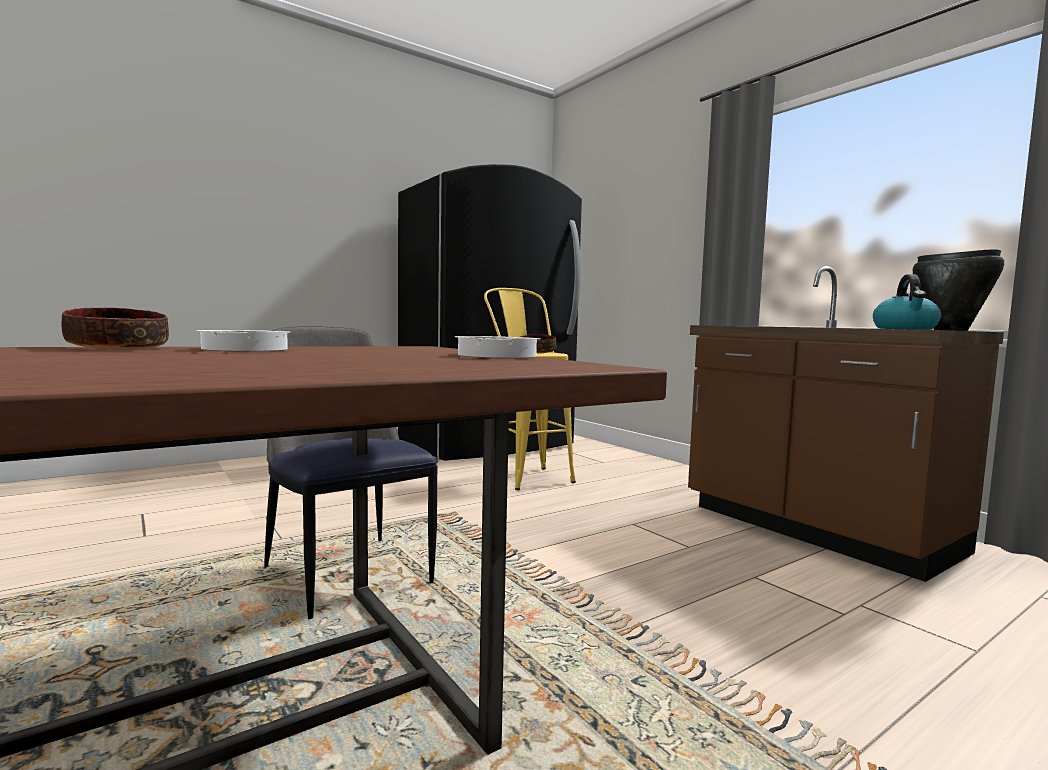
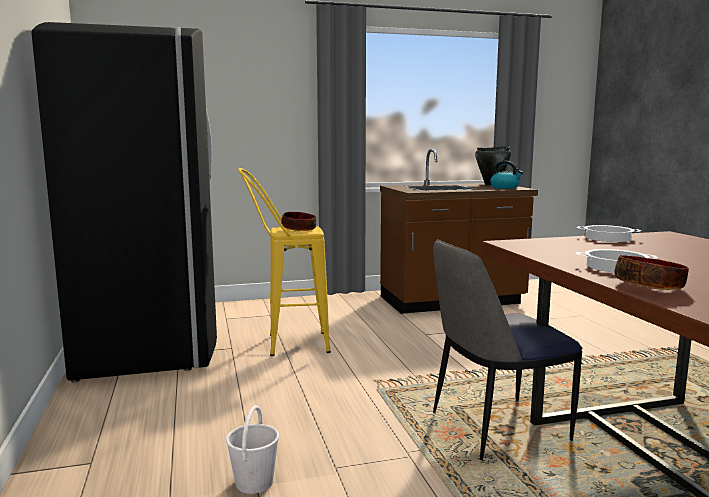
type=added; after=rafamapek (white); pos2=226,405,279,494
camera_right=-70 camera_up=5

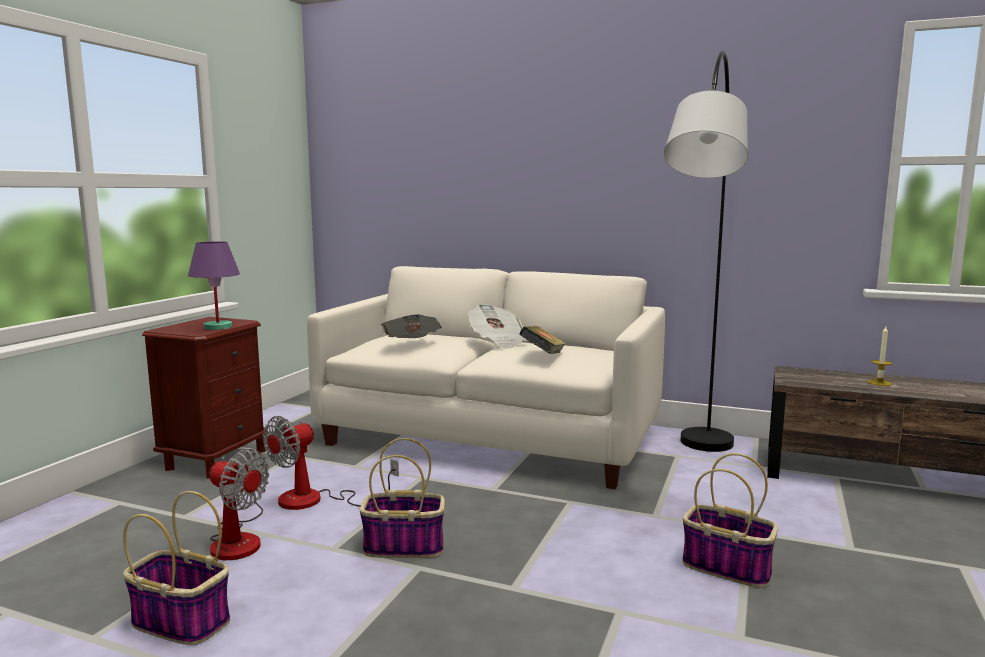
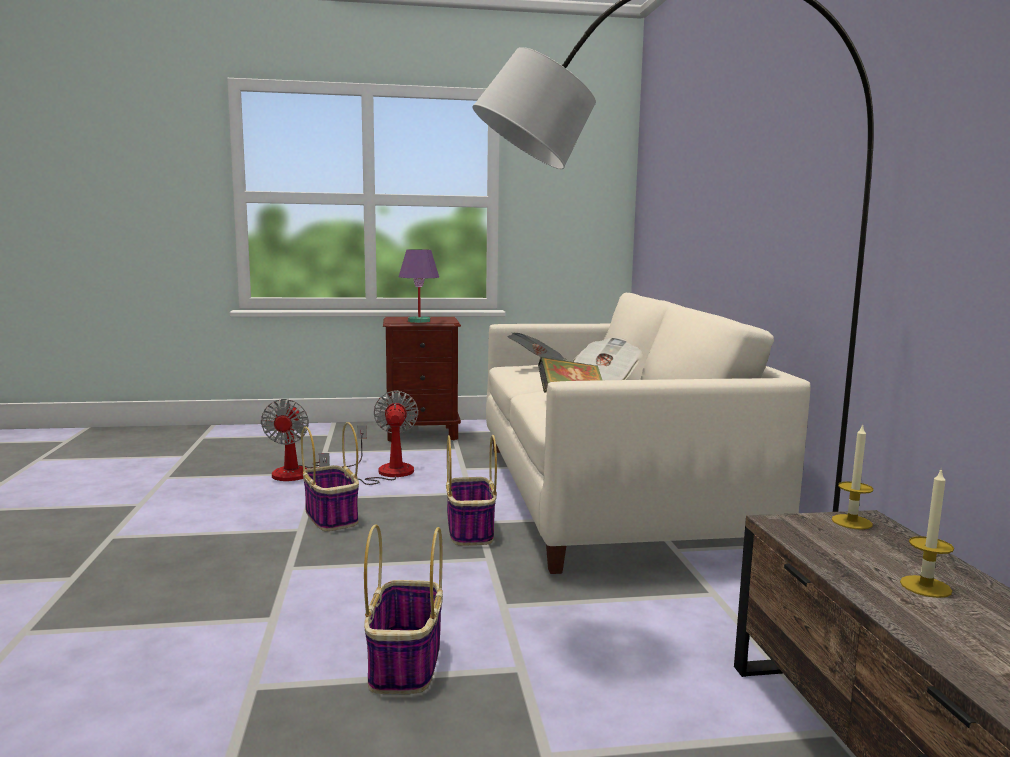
type=turned; before=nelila; pos1=263,416,399,510; pos2=319,391,419,485; turn=75
type=moved; before=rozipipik; pos1=123,491,230,645; pos2=446,435,497,546
type=added; after=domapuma; pos2=832,423,874,530
camera_right=60 camera_up=0

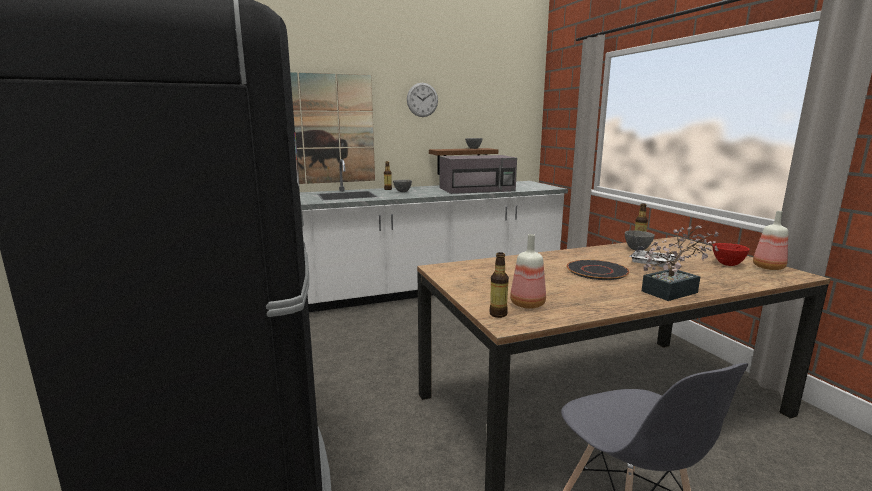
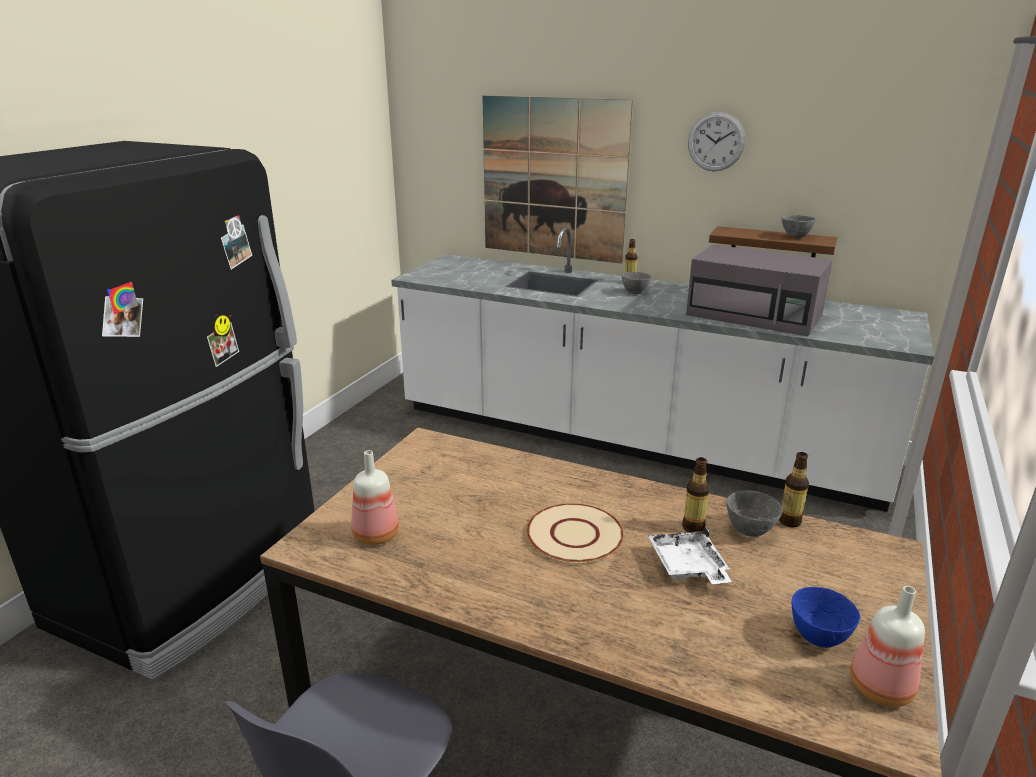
type=removed; before=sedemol; pos1=642,226,719,301
type=recoloured; before=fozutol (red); after=fozutol (blue); pos1=713,243,750,266; pos2=792,587,860,648
type=moved; before=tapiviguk; pos1=489,252,509,318; pos2=682,457,710,532
type=recoloured; before=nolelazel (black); after=nolelazel (beige); pos1=567,260,629,280; pos2=526,503,624,563
camera_right=45 camera_up=10

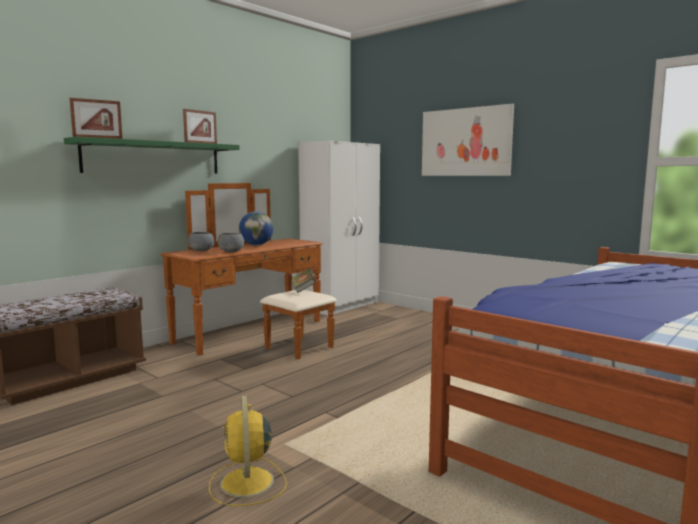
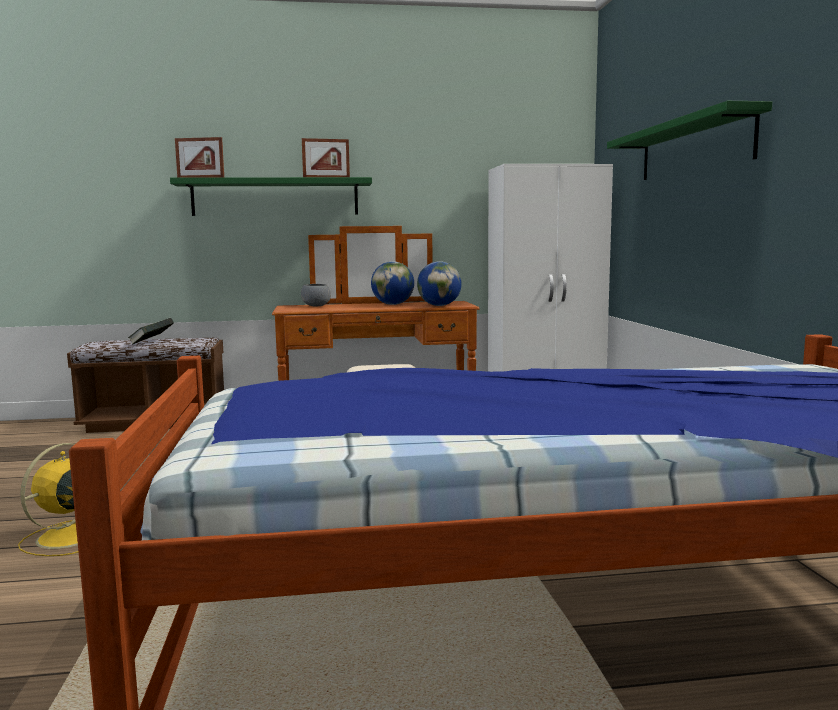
type=replaced; before=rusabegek; after=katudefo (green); pos1=422,104,514,176; pos2=607,101,772,180
type=removed; before=fozutol (grey); pos1=218,233,244,252
type=moved; before=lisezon; pos1=292,268,316,293; pos2=128,318,174,345
type=added; after=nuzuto; pos2=417,261,462,306
camera_right=40 camera_up=0

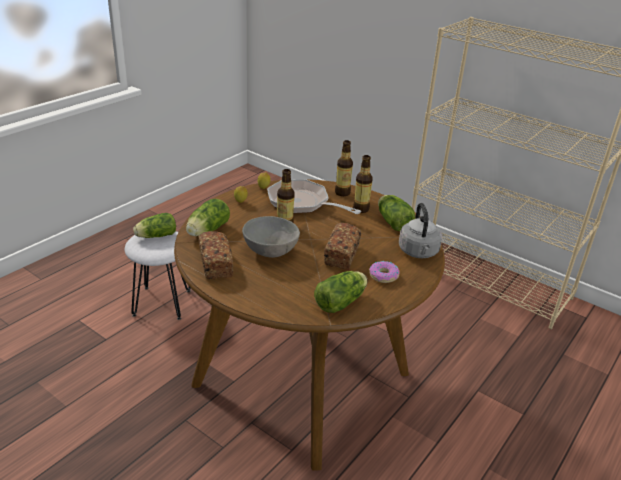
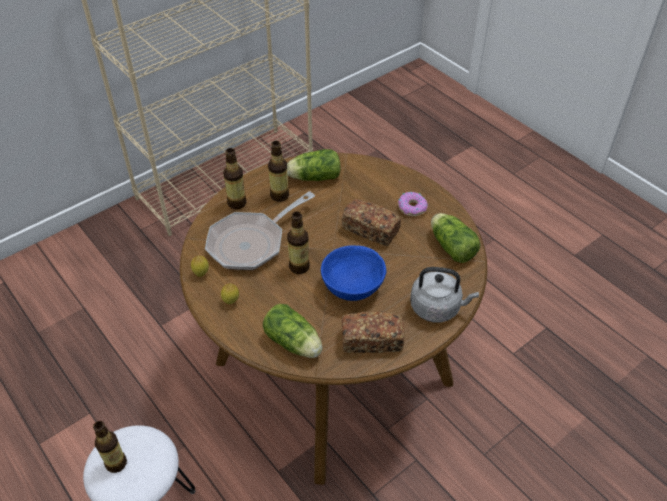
type=moved; before=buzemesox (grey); pos1=399,203,442,258; pos2=410,267,479,323
type=replaced; before=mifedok; after=tapiviguk; pos1=133,213,176,238; pos2=93,421,127,473
type=recoloured; before=fozutol (grey); after=fozutol (blue); pos1=242,216,300,258; pos2=321,245,387,301
camera_right=-75 camera_up=15

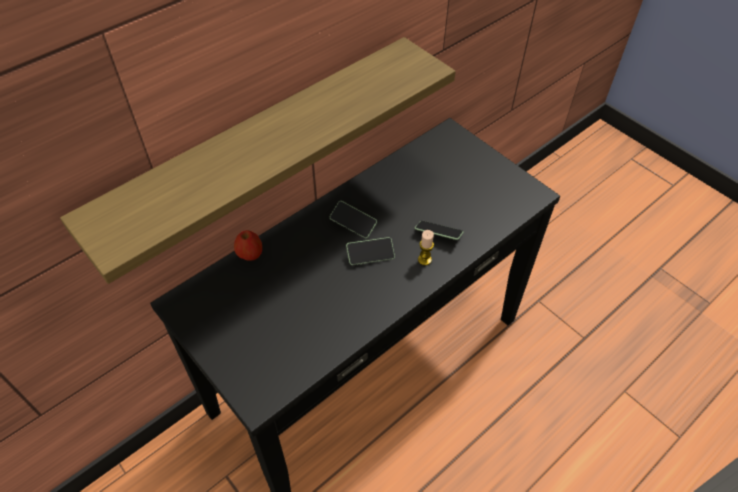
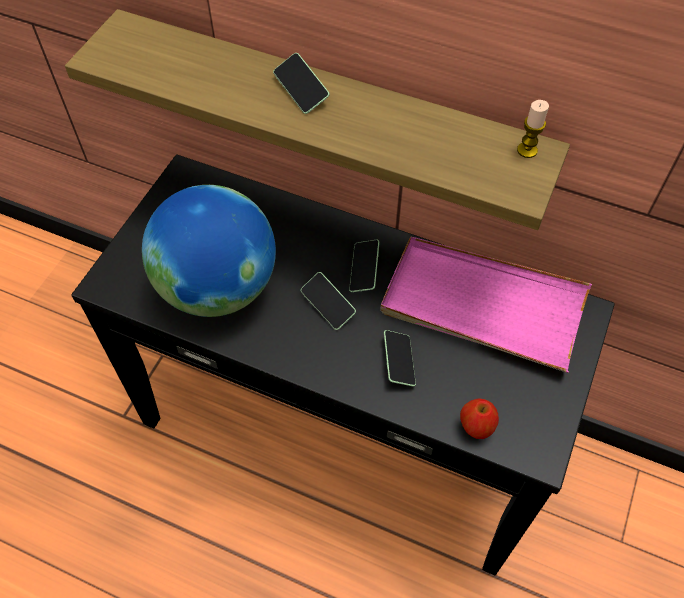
type=moved; before=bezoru; pos1=234,230,262,261; pos2=460,399,499,439
type=moved; before=domapuma; pos1=418,230,434,265; pos2=517,100,549,158
type=added; after=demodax; pos2=273,53,329,114
type=added; after=nuzuto; pos2=142,185,276,317
type=added; after=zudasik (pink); pos2=380,237,592,373
camera_right=65 camera_up=5

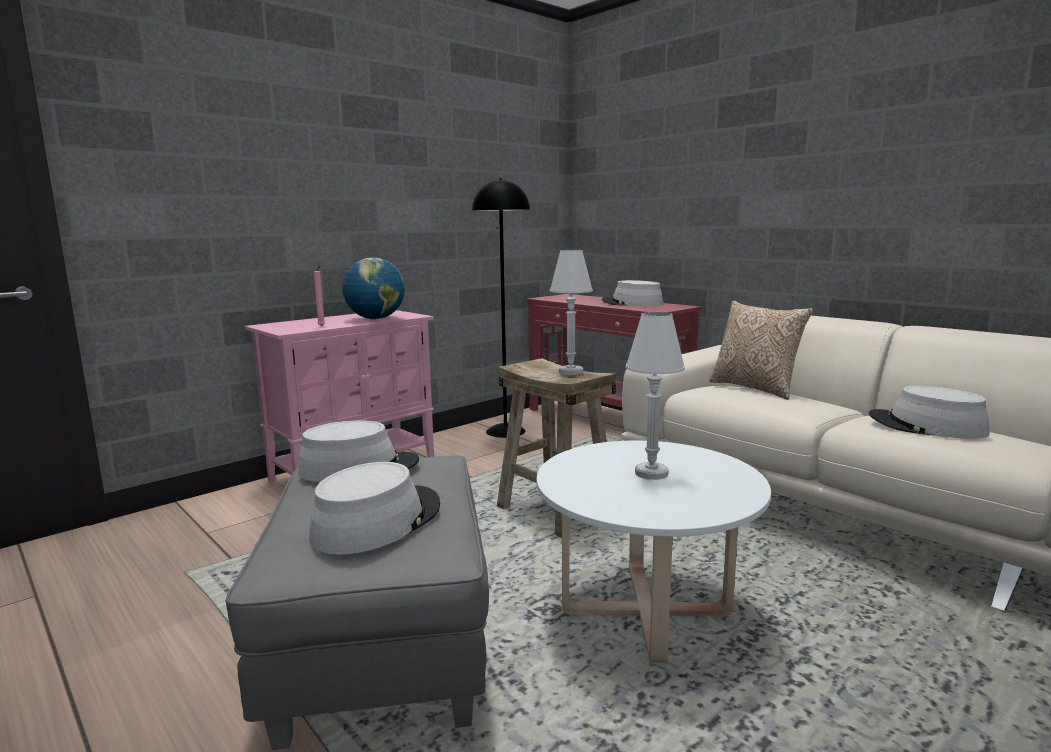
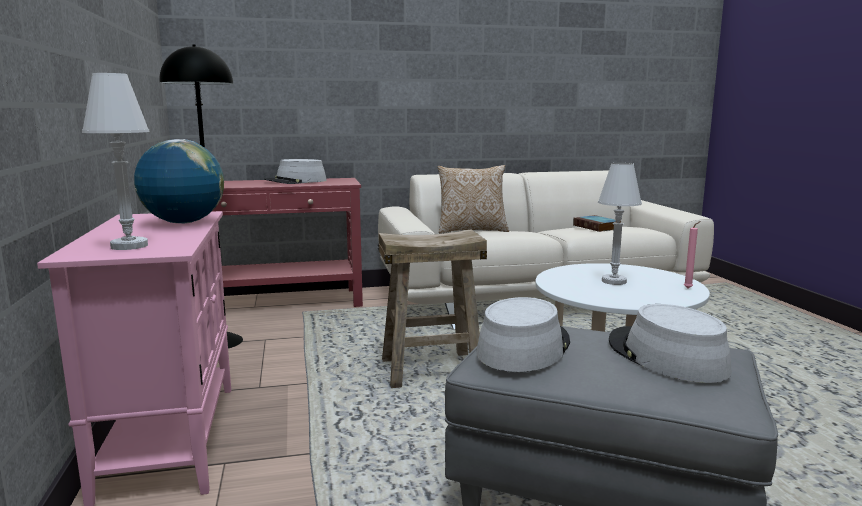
type=moved; before=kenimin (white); pos1=550,250,593,375; pos2=82,73,150,250
type=moved; before=domapuma (pink); pos1=314,265,325,326; pos2=684,221,701,288
type=replaced; before=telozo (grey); after=lisezon; pos1=869,386,989,439; pos2=573,215,621,232
camera_right=-60 camera_up=0

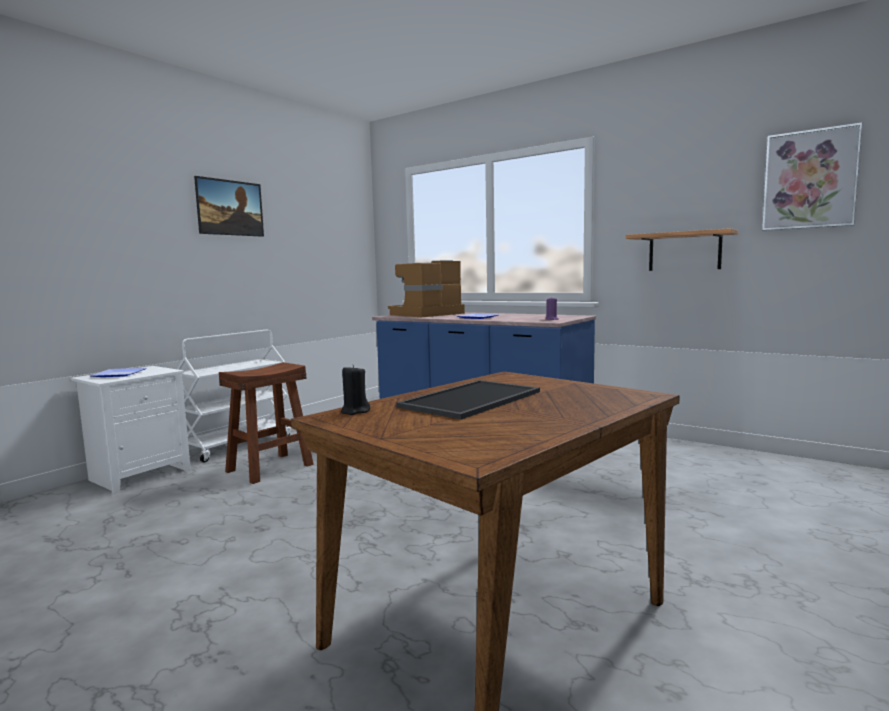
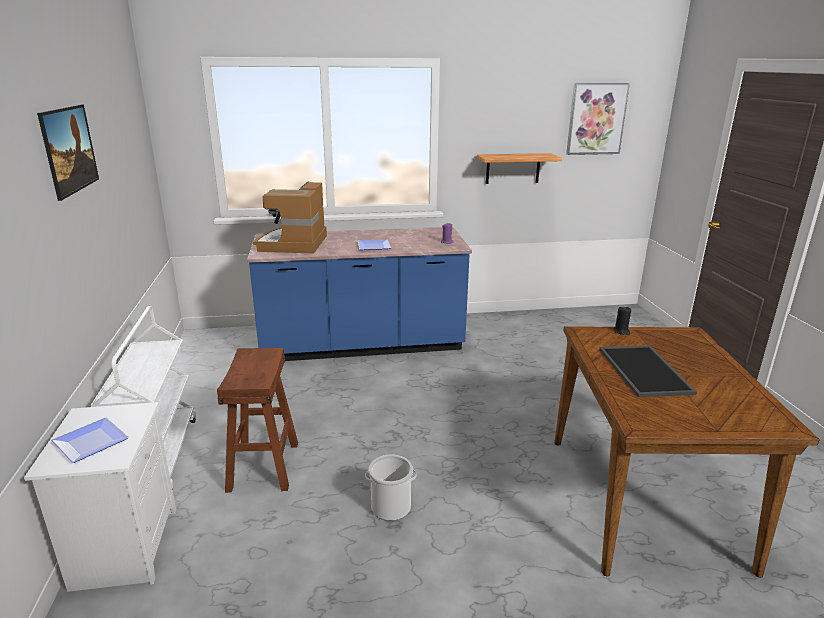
type=moved; before=domapuma (black); pos1=341,365,370,415; pos2=613,306,631,335
type=added; after=rafamapek; pos2=365,454,416,521
camera_right=-45 camera_up=15

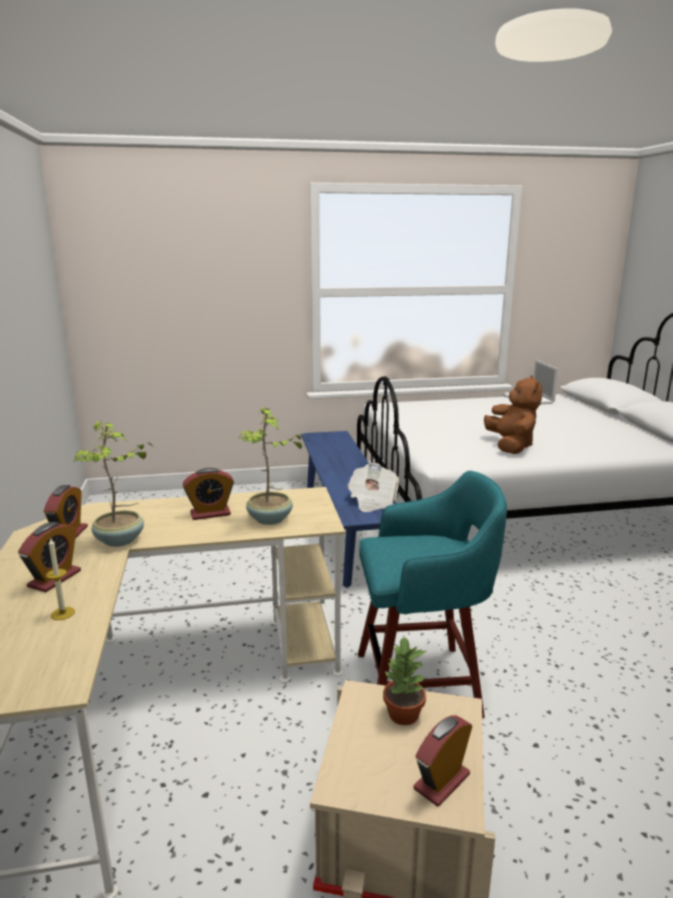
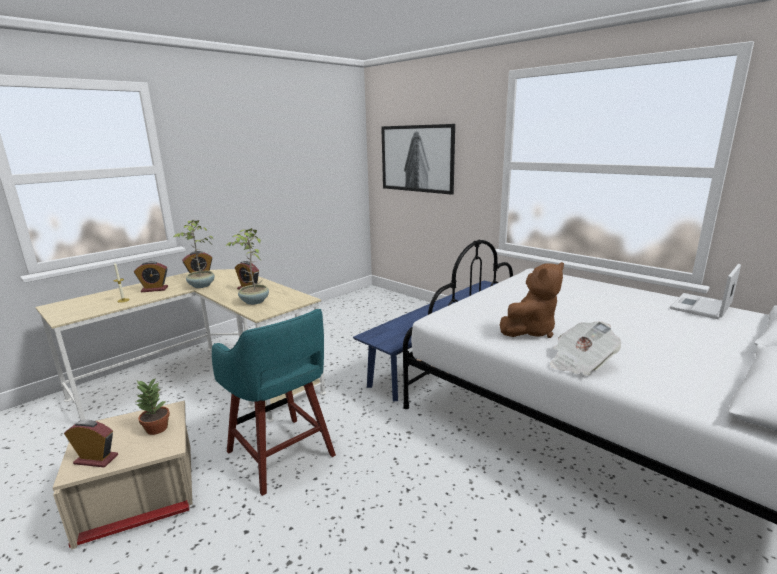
type=moved; before=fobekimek; pos1=348,463,400,512; pos2=550,321,621,375
type=added; after=rusabegek; pos2=381,124,455,195
camera_right=55 camera_up=0

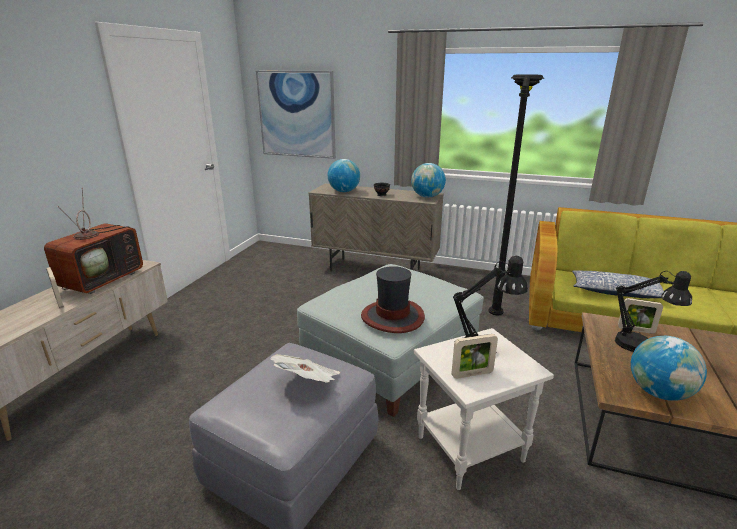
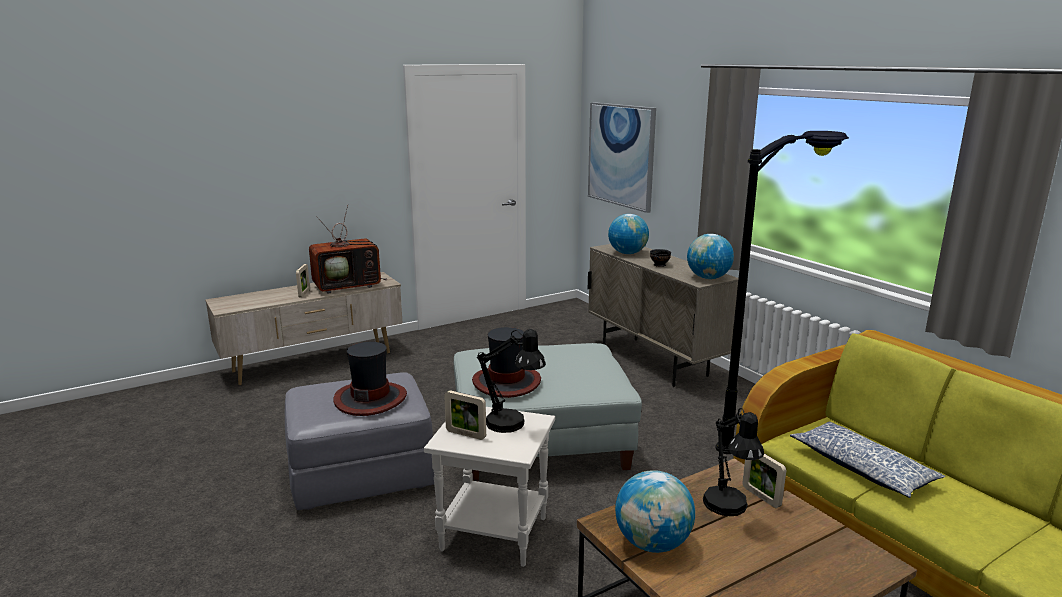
type=replaced; before=fobekimek; after=telozo; pos1=270,354,340,383; pos2=333,342,407,416
camera_right=40 camera_up=-5

